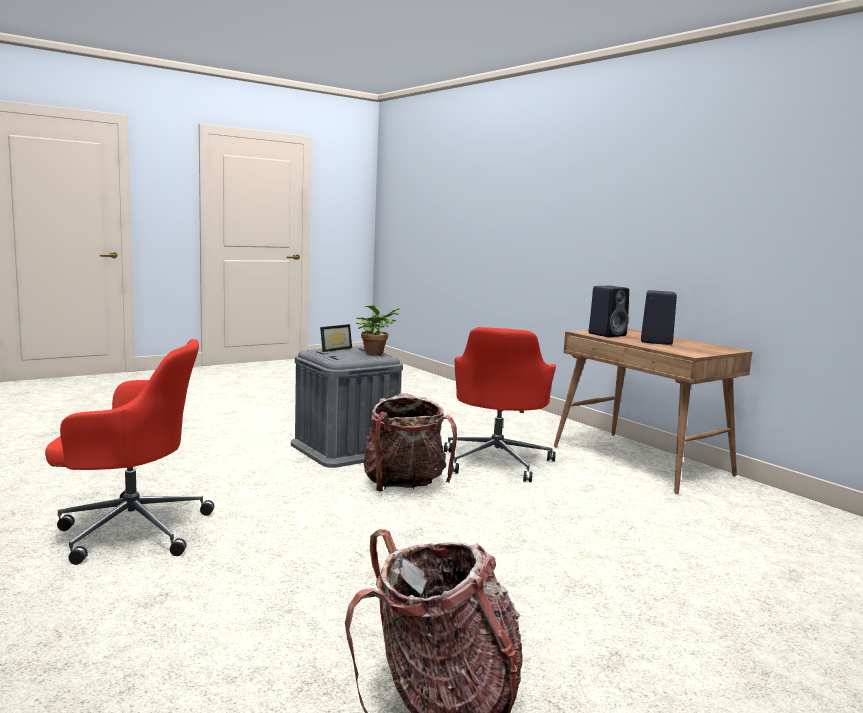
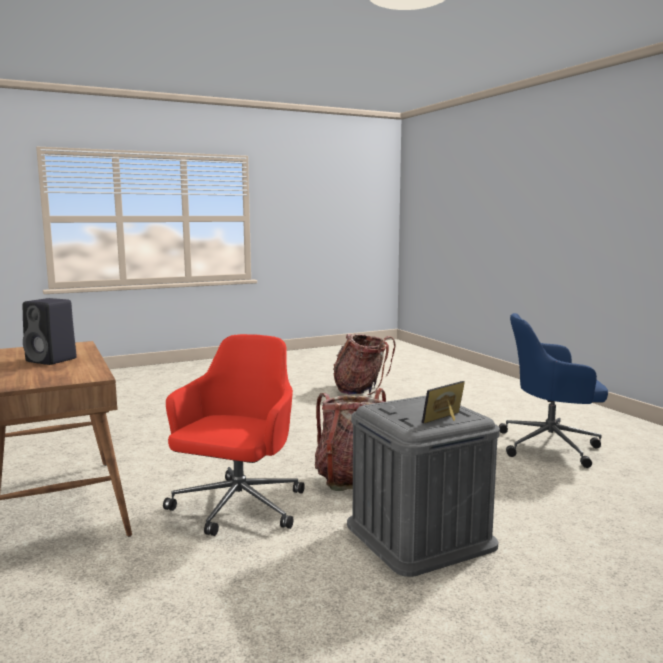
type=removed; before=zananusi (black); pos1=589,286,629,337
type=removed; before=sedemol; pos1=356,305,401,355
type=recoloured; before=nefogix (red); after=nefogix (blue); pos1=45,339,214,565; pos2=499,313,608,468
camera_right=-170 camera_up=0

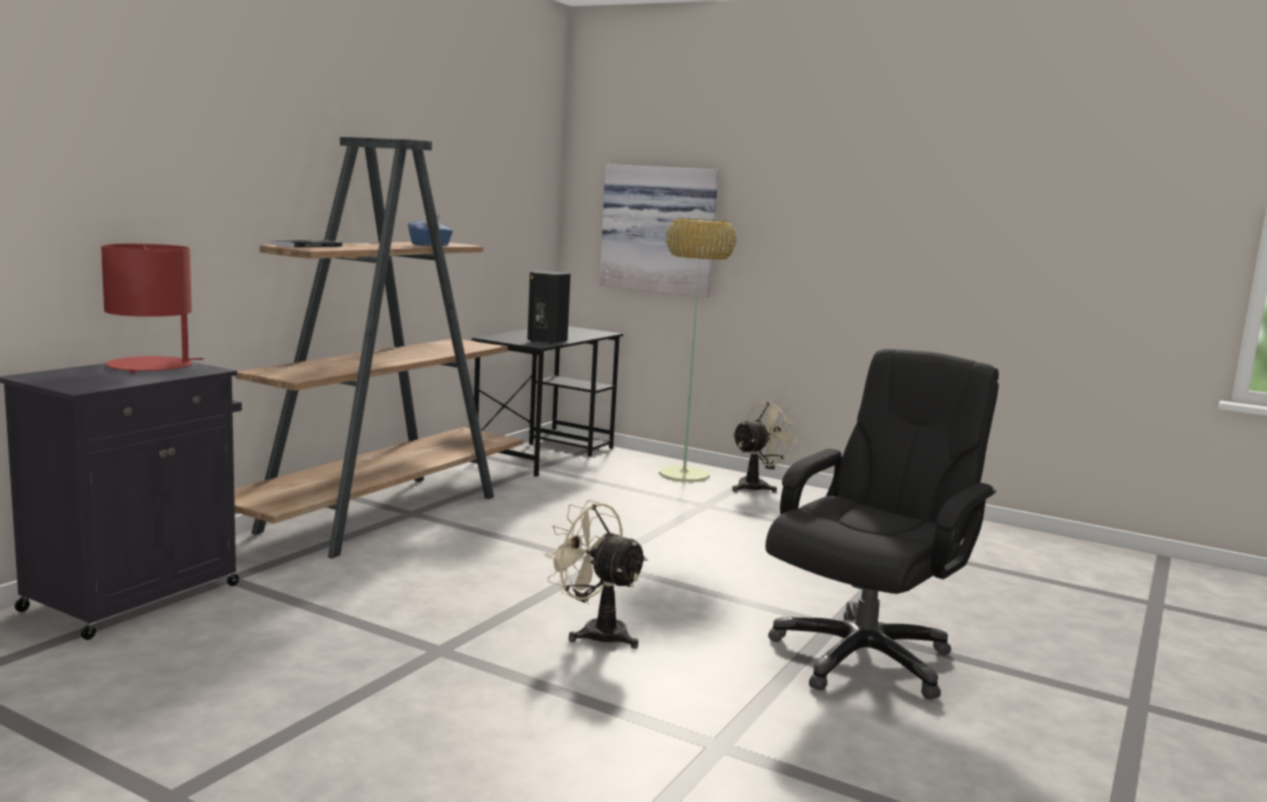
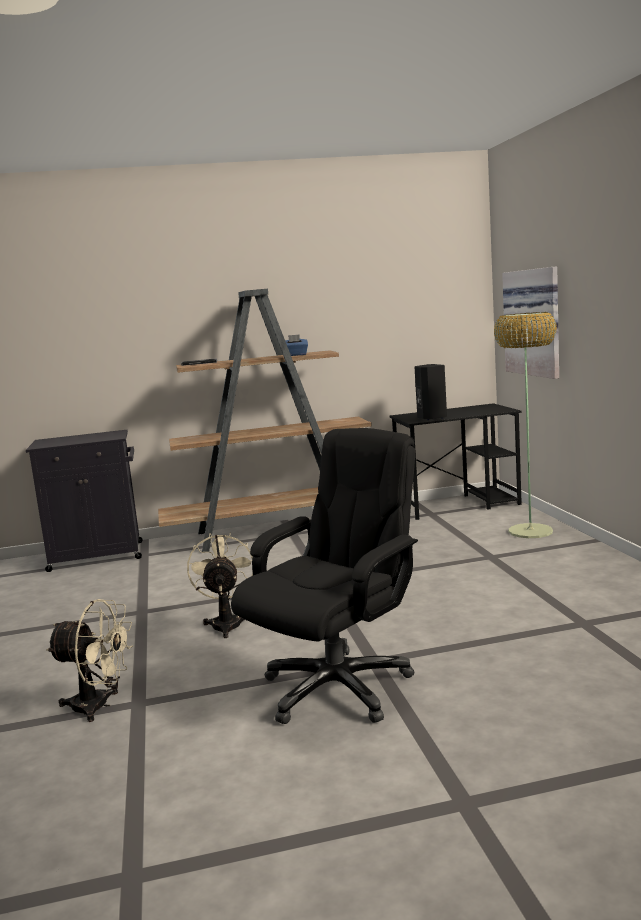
type=removed; before=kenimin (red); pos1=101,244,204,373
type=turned; before=nefogix (black); pos1=765,349,999,699; pos2=231,428,418,724; turn=-45
type=moved; before=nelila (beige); pos1=732,401,799,492; pos2=46,599,133,722
camera_right=50 camera_up=0

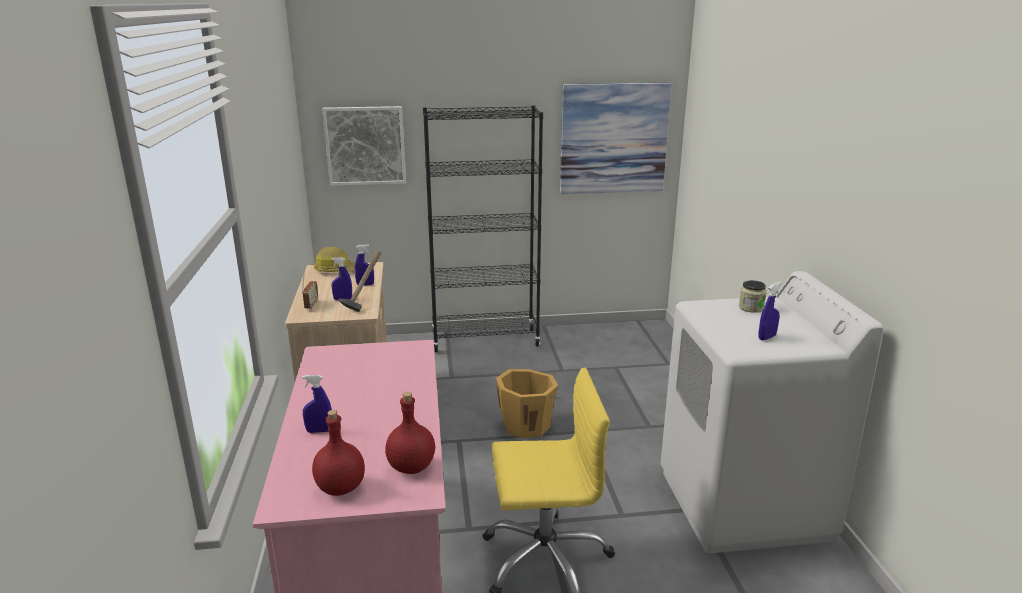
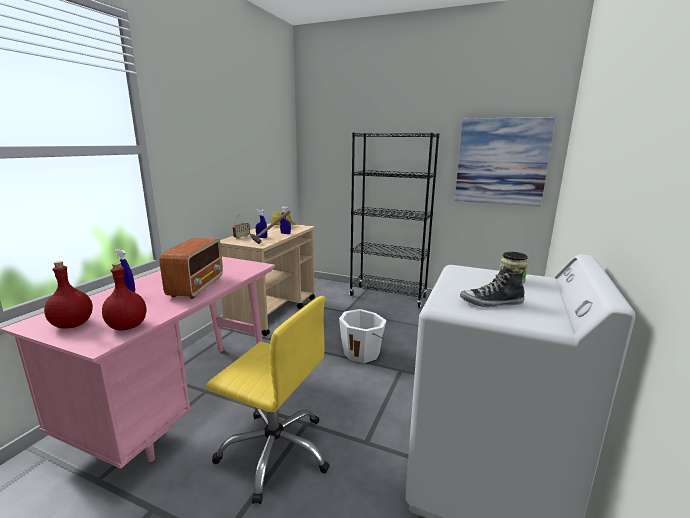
type=removed; before=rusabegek; pos1=322,106,406,186
type=replaced; before=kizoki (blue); after=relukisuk; pos1=758,282,782,340; pos2=460,265,525,307
type=recoloured; before=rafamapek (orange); after=rafamapek (white); pos1=496,369,561,438; pos2=339,309,387,363
type=added; after=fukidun; pos2=159,238,223,299
camera_right=30 camera_up=-5

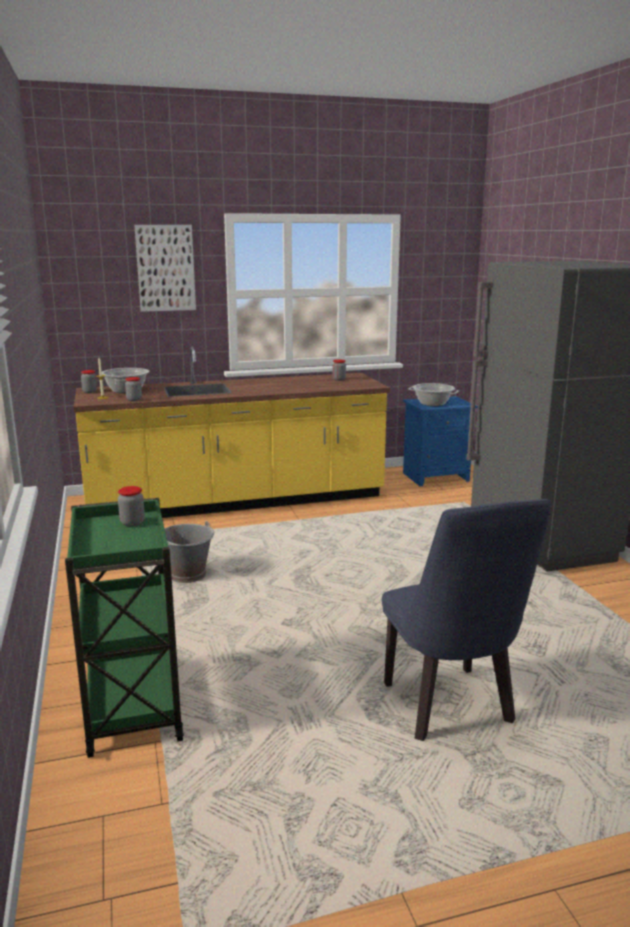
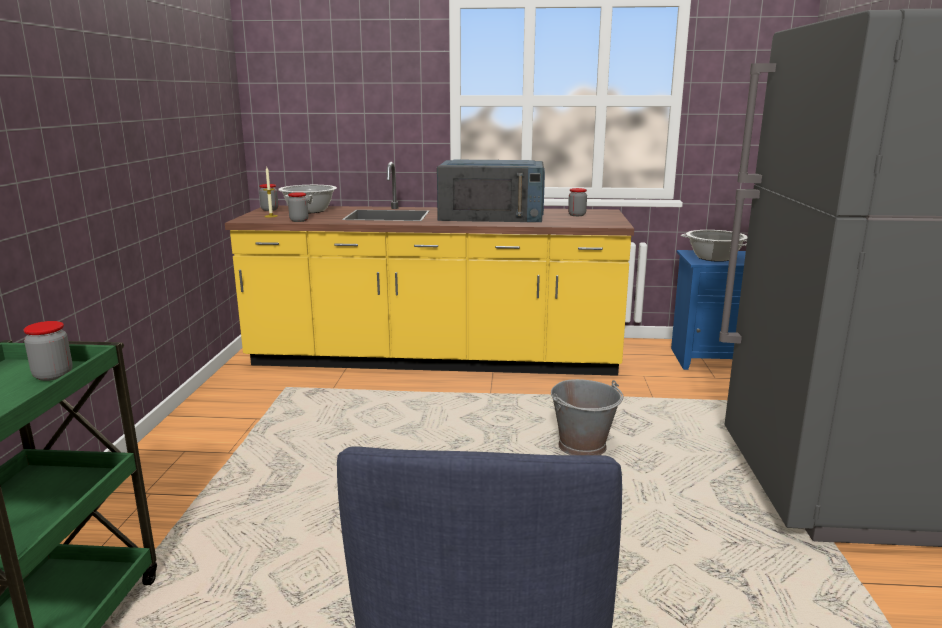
type=removed; before=rusabegek; pos1=135,225,196,312
type=moved; before=rafamapek (grey); pos1=165,521,214,583; pos2=551,379,624,455
type=added; after=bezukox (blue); pos2=437,160,545,222
camera_right=20 camera_up=0

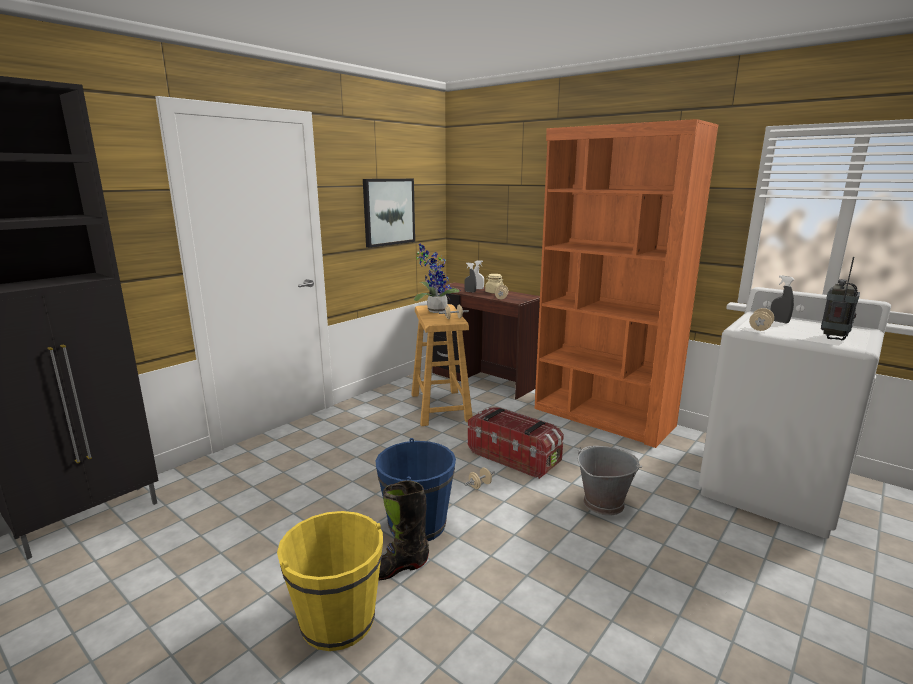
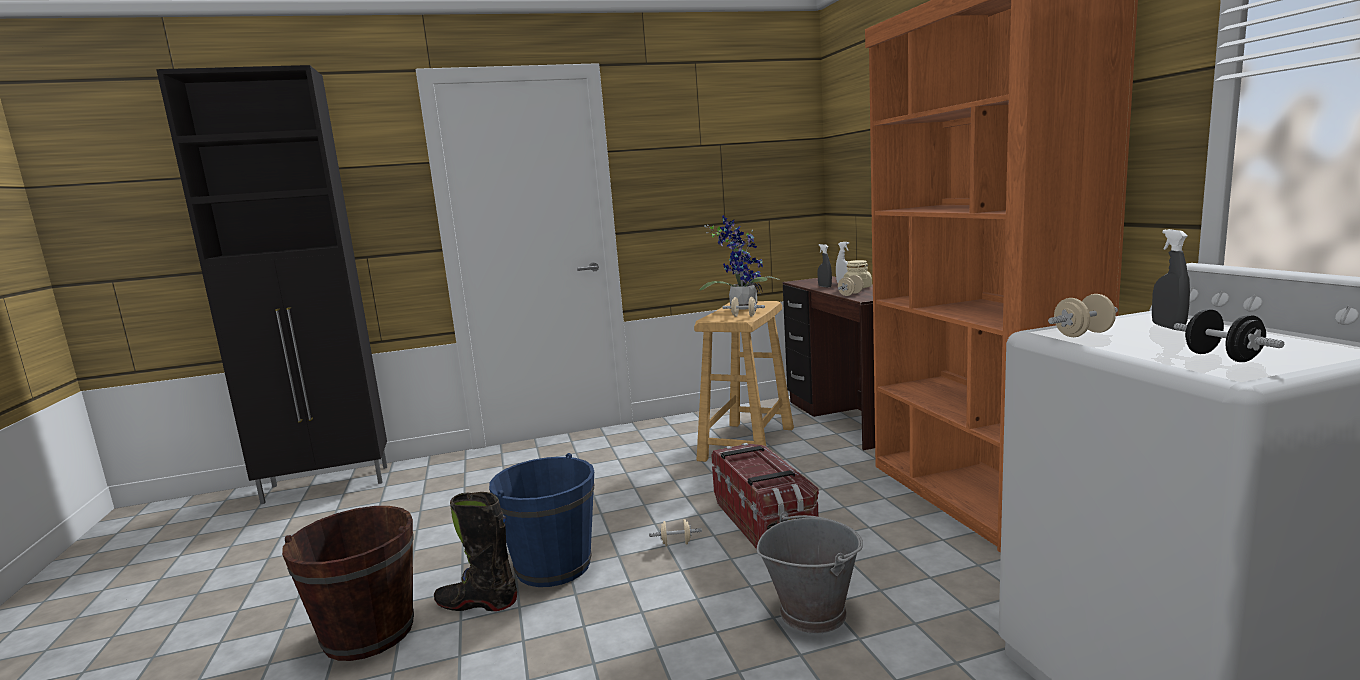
type=removed; before=rusabegek; pos1=363,179,415,248
type=replaced; before=fukidun; after=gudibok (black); pos1=821,257,860,340; pos2=1174,309,1284,362
type=recoloured; before=rafamapek (yellow); after=rafamapek (brown); pos1=277,511,383,651; pos2=282,506,414,661
camera_right=35 camera_up=-5

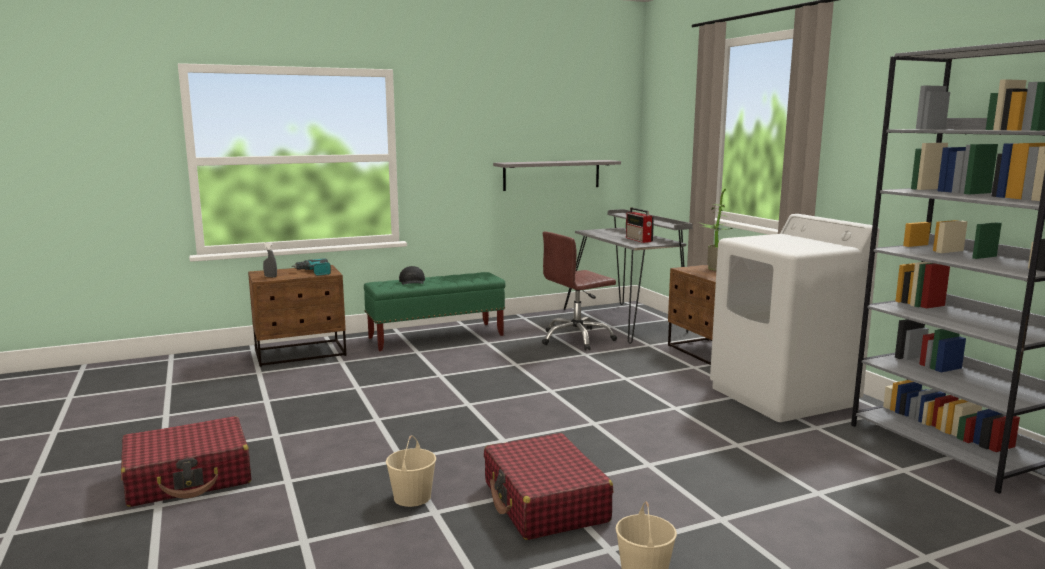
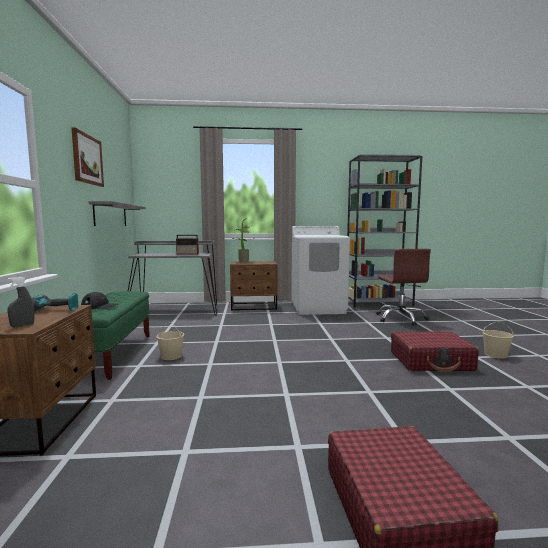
type=moved; before=nefogix (brown); pos1=542,231,617,351; pos2=376,249,431,326
type=moved; before=rafamapek (beige); pos1=386,435,436,507; pos2=156,322,184,360
type=added; after=rusabegek; pos2=71,127,104,187
camera_right=-70 camera_up=-5

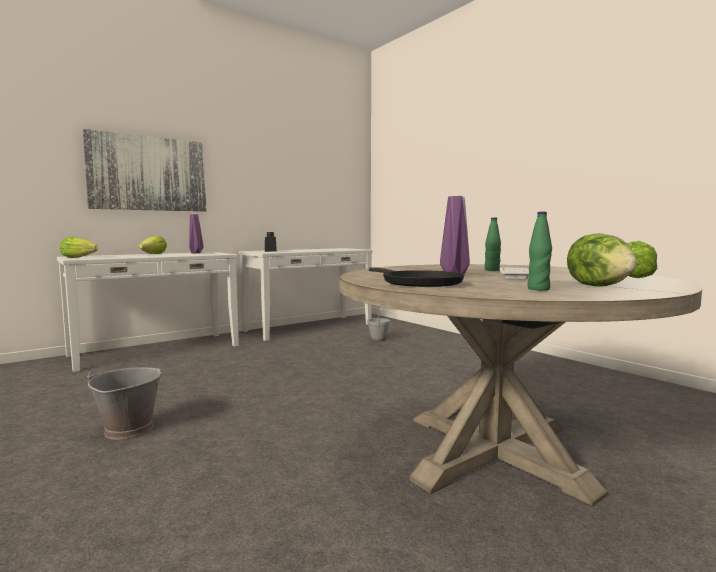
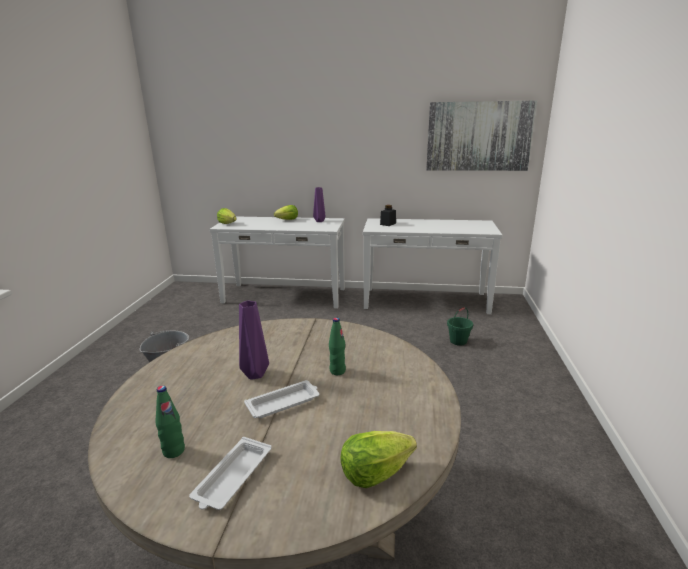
type=moved; before=rusabegek; pos1=82,129,206,212; pos2=426,100,537,171
type=replaced; before=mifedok; after=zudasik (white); pos1=567,233,637,287; pos2=189,437,271,510
type=removed; before=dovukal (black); pos1=369,267,464,287
type=recoloured; before=rafamapek (grey); after=rafamapek (green); pos1=367,306,390,341; pos2=447,307,473,346
camera_right=45 camera_up=15

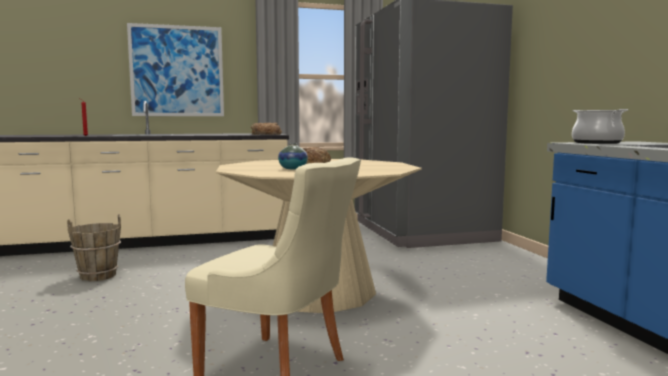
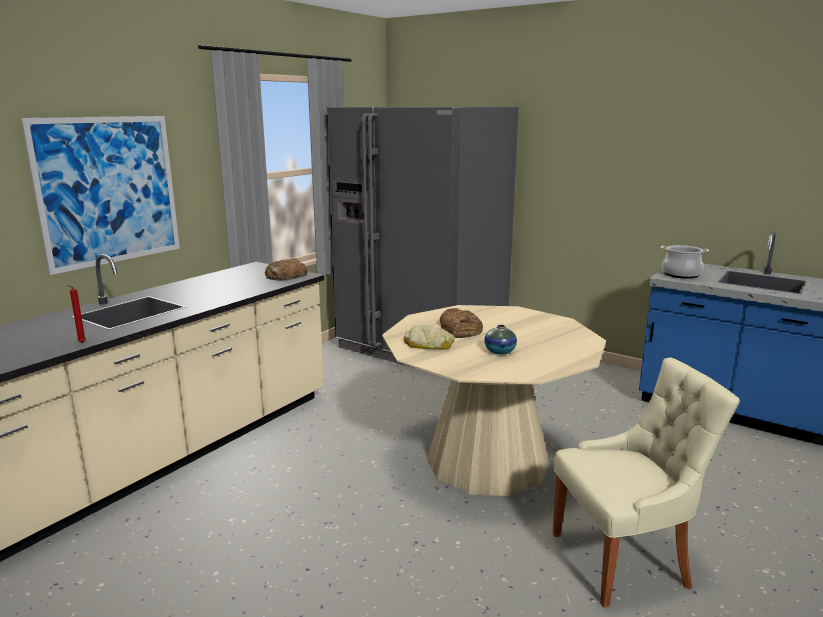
type=removed; before=rafamapek (brown); pos1=67,214,121,281
type=added; after=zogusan; pos2=404,325,454,349
camera_right=-40 camera_up=10

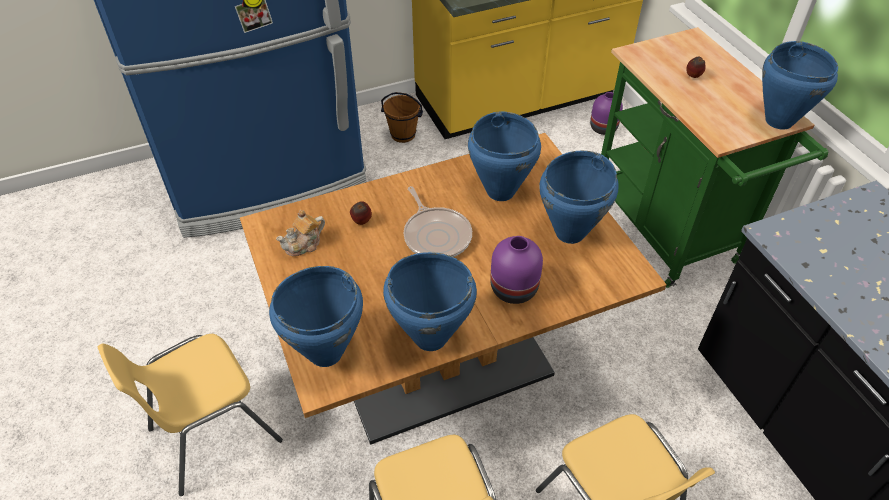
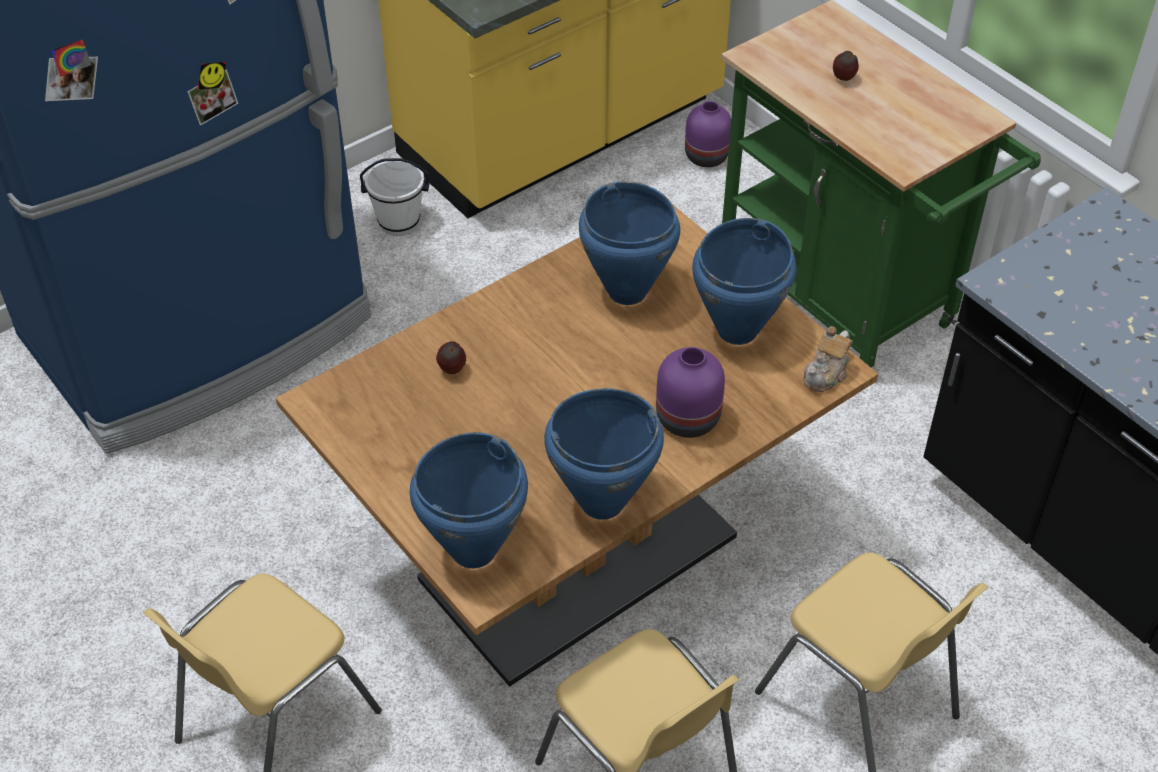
type=removed; before=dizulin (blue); pos1=762,41,838,130
type=recoloured; before=rafamapek (brown); after=rafamapek (white); pos1=381,92,423,143; pos2=360,158,429,236
type=removed; before=dovukal; pos1=404,186,472,257
type=moved; before=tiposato; pos1=276,210,325,256; pos2=803,326,852,392
camera_right=-15 camera_up=0

